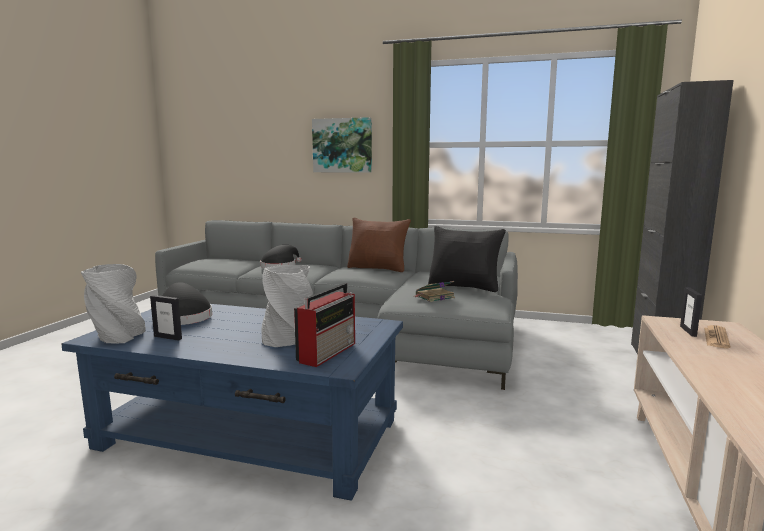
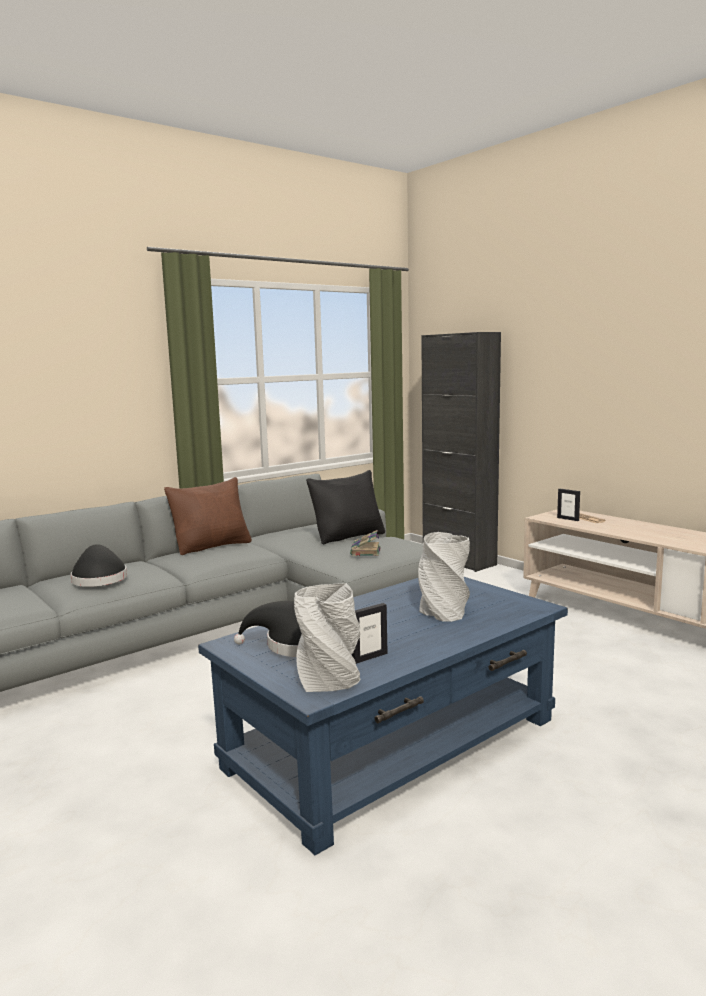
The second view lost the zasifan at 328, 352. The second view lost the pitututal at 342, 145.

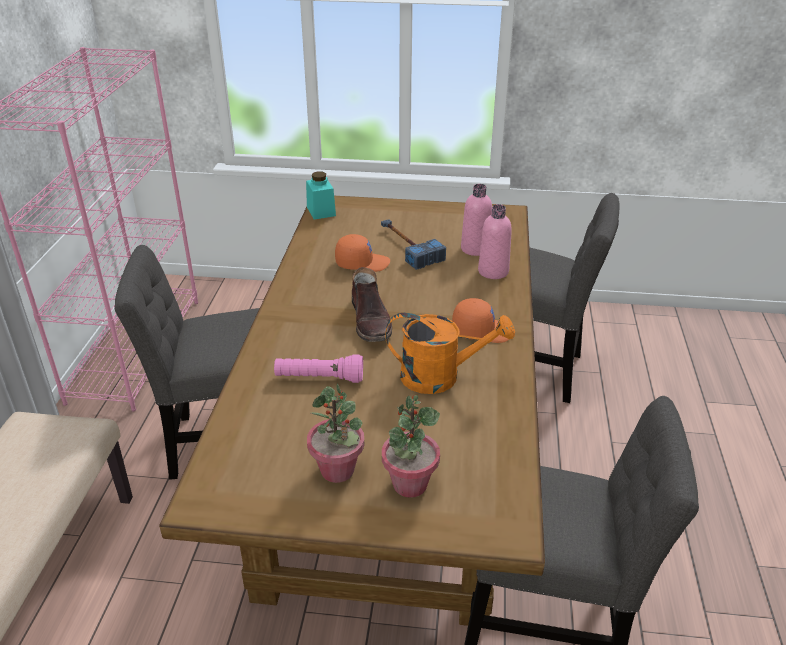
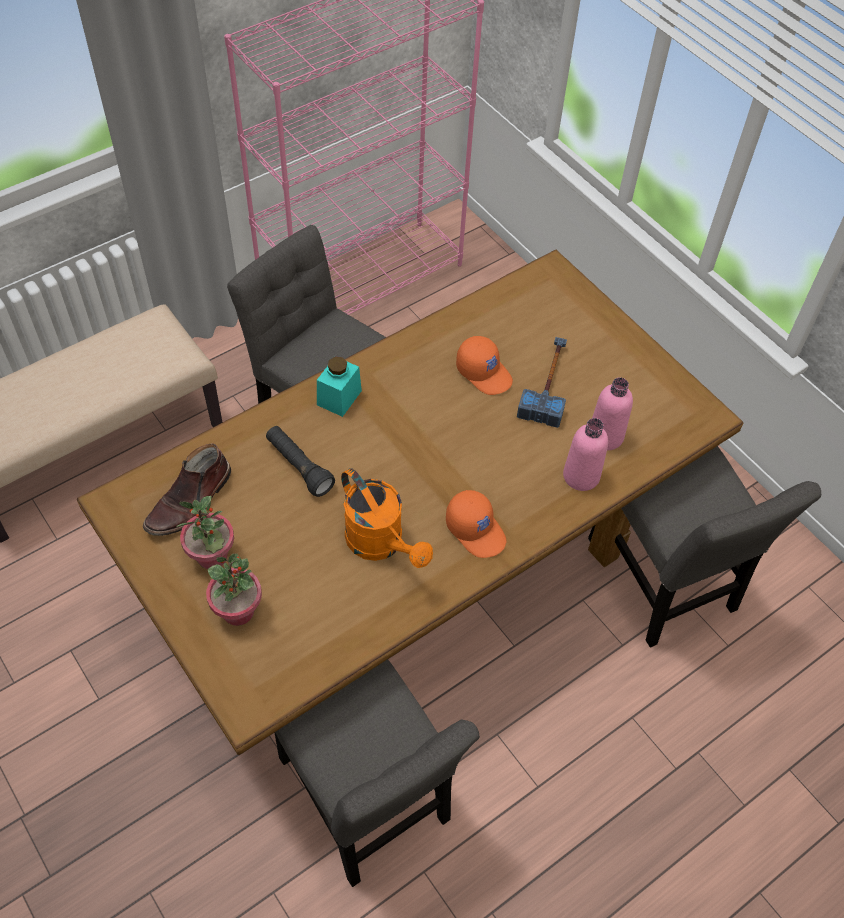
What was the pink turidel at 319, 378 turned into the black turidel at 299, 467. The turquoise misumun ended up elsewhere, having gone from 321, 211 to 339, 398. The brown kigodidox ended up elsewhere, having gone from 371, 321 to 190, 502.

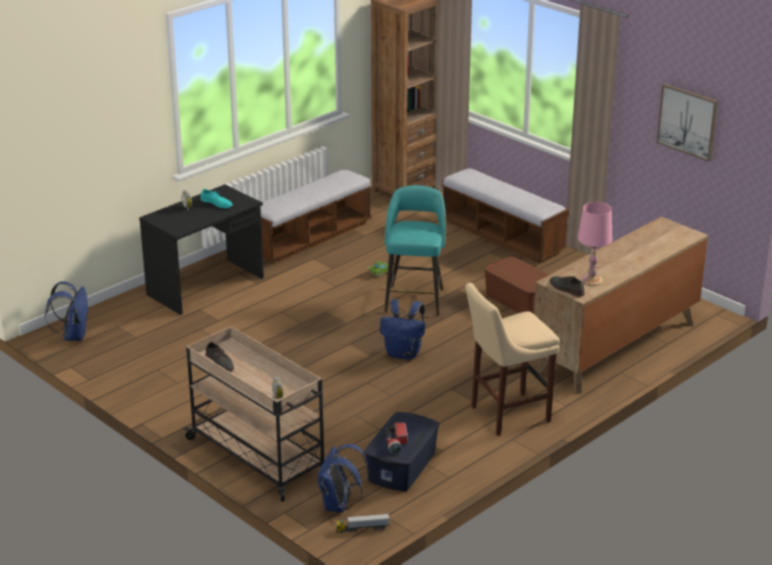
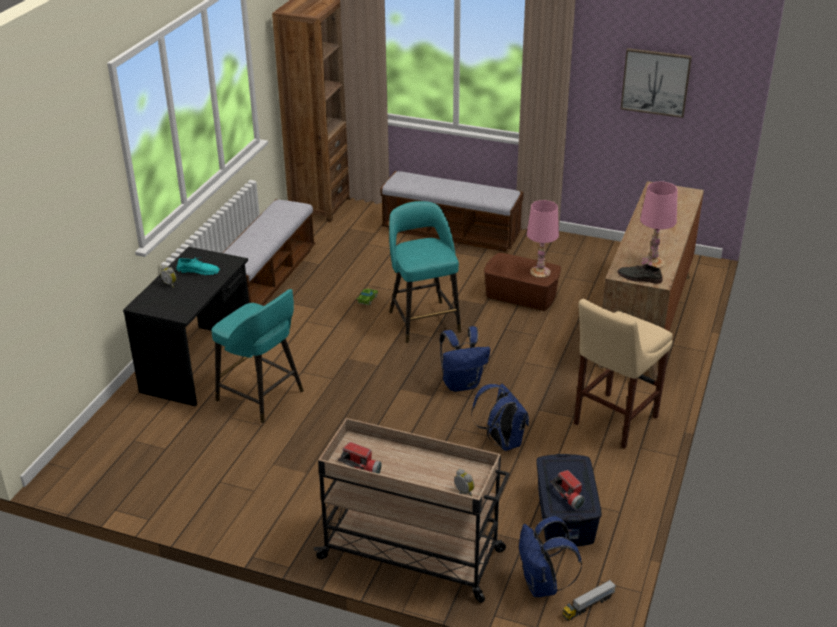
The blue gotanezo ended up elsewhere, having gone from 73, 336 to 502, 442. Where the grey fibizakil stood at 220, 362, the turidel came to stand at 362, 466. The second view gained the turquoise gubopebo at 262, 397. The second view gained the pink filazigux at 540, 272.

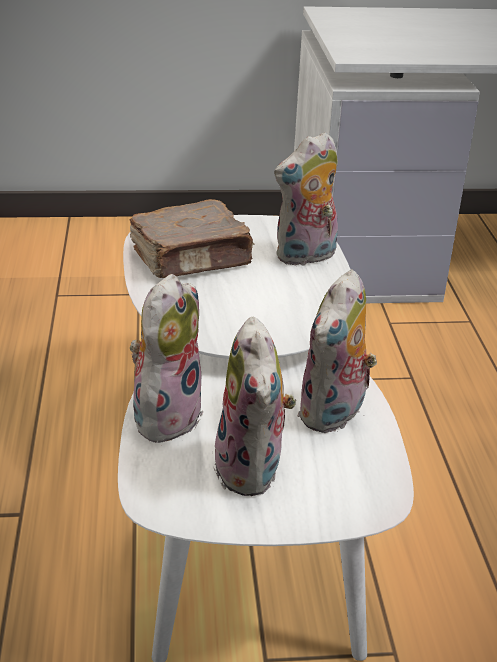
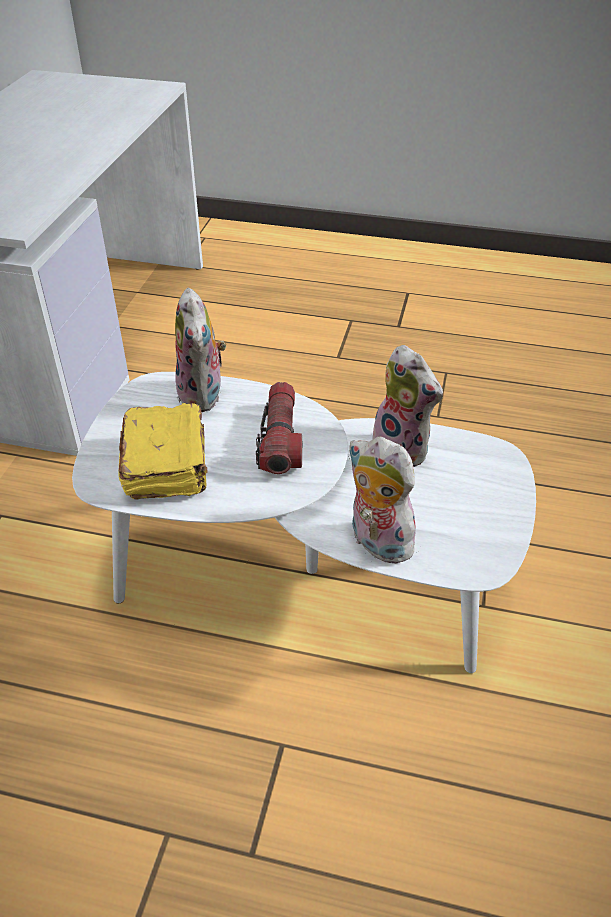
What was the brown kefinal at 192, 259 turned into the yellow kefinal at 167, 465. The second view lost the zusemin at 253, 470. The second view gained the turidel at 280, 439.

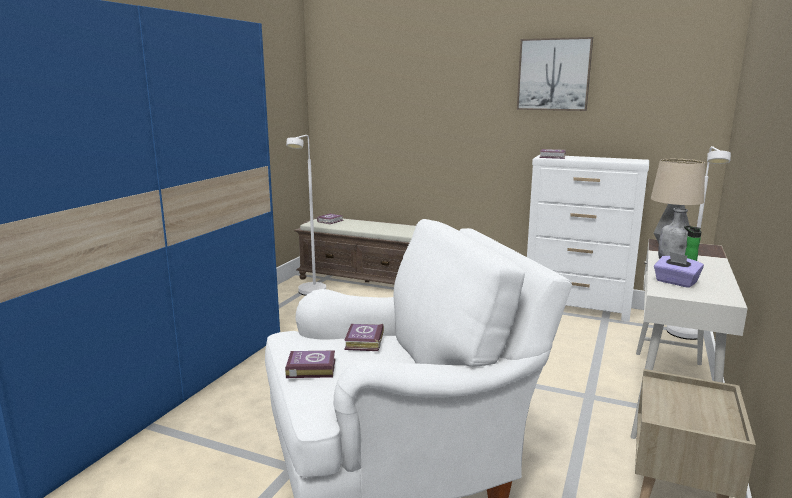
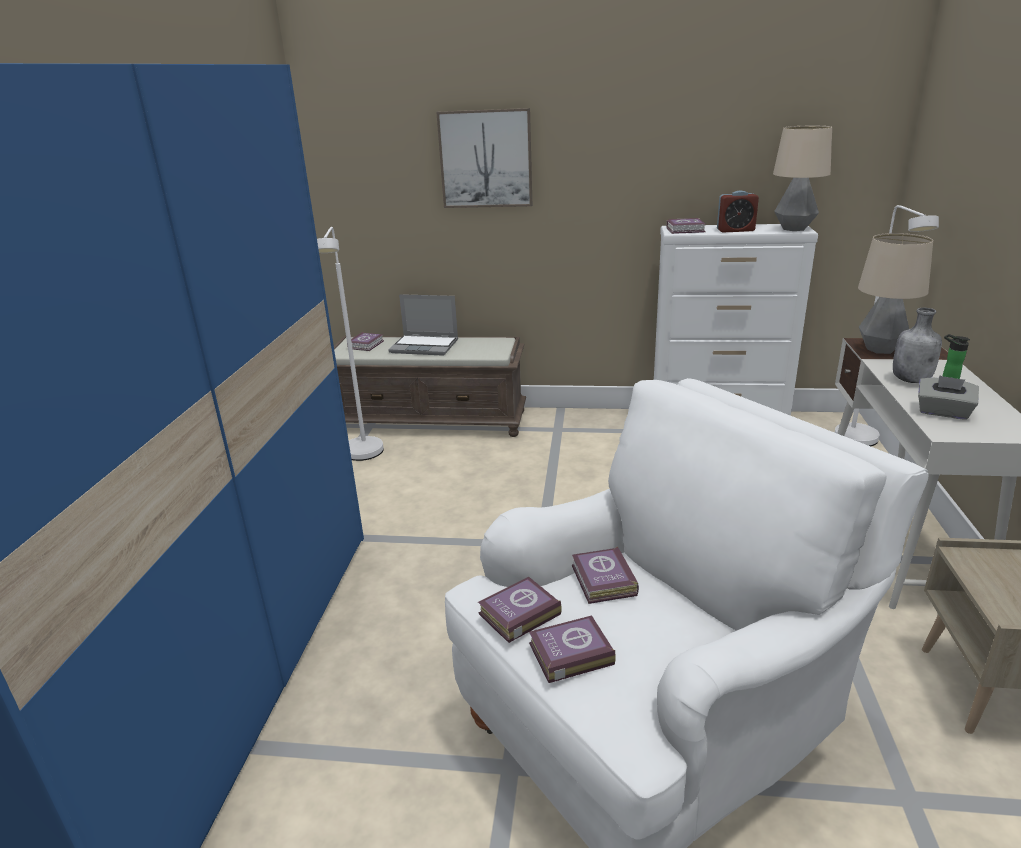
The pitututal ended up elsewhere, having gone from 553, 74 to 486, 159. What was the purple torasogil at 675, 282 turned into the grey torasogil at 943, 412. The second view gained the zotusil at 425, 346. The second view gained the kefinal at 517, 614. The second view gained the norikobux at 735, 230. The second view gained the filazigux at 793, 229.

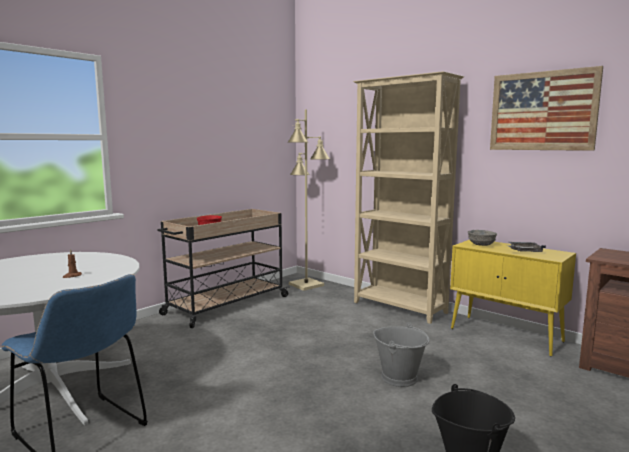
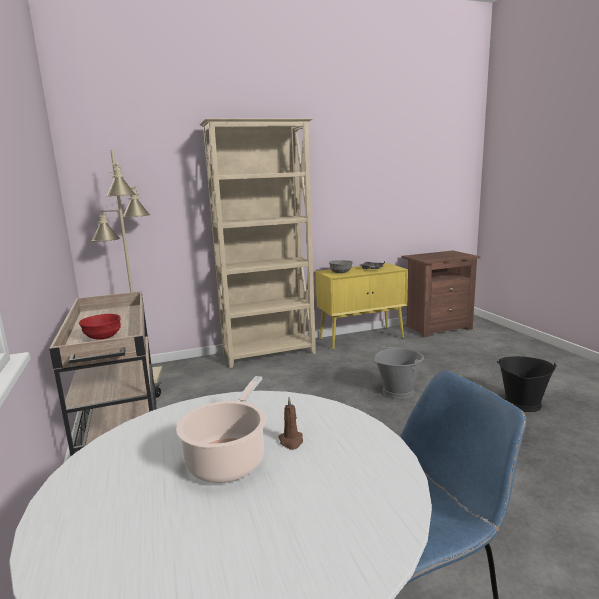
The second view lost the pitututal at 542, 111. The second view gained the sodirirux at 228, 459.

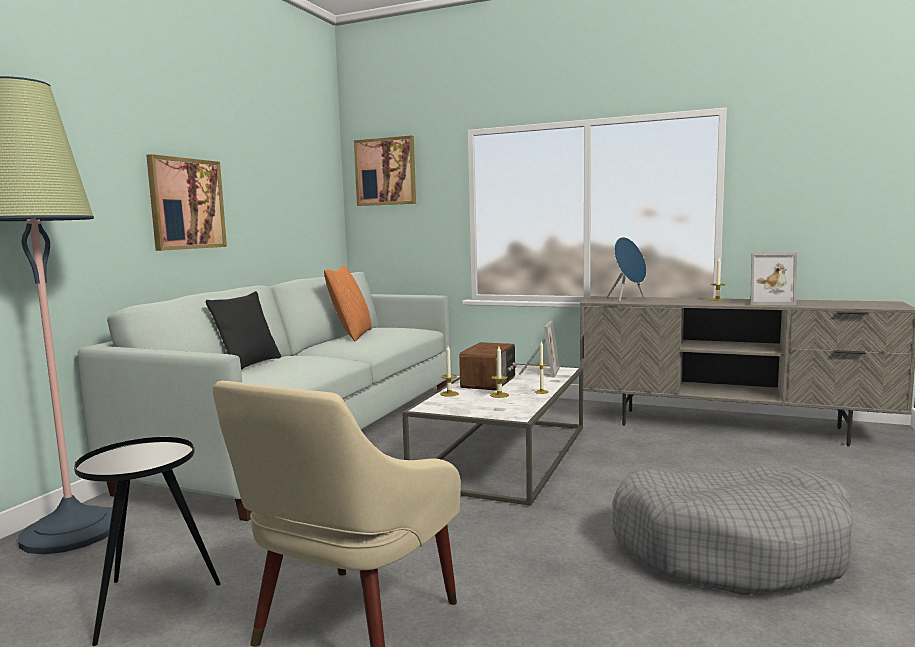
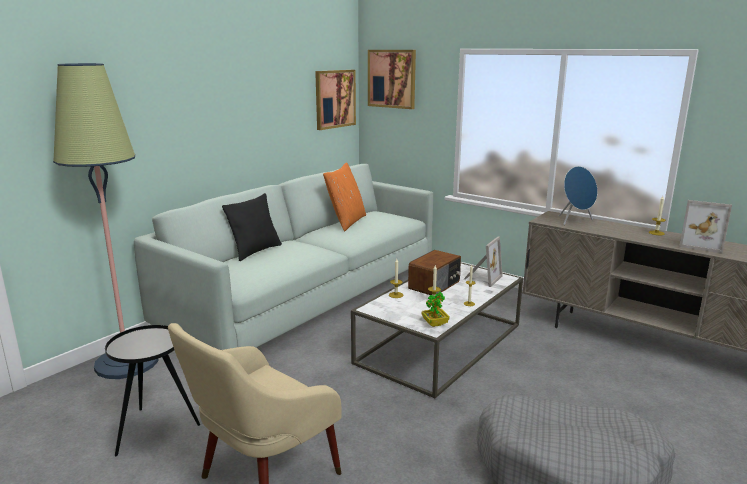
The pitututal ended up elsewhere, having gone from 186, 204 to 335, 99. The second view gained the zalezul at 435, 324.

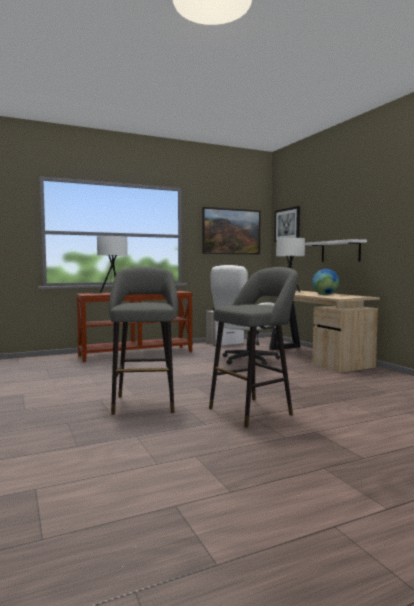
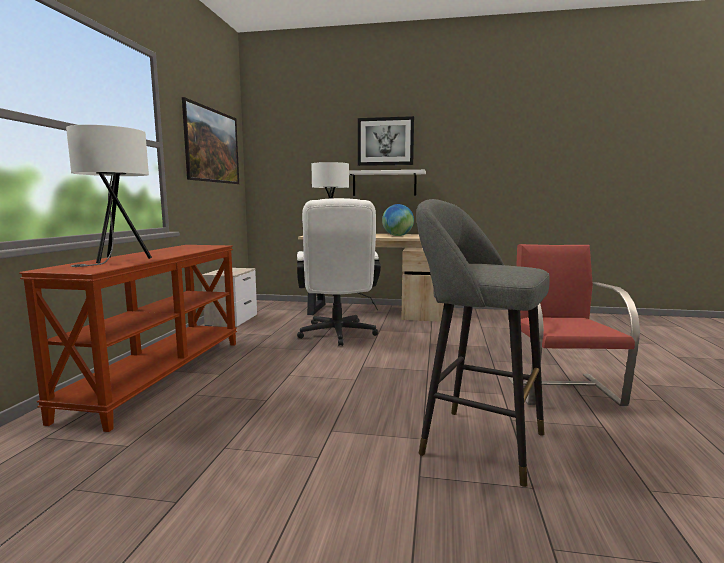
Where the grey gubopebo stood at 254, 411, the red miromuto came to stand at 561, 388. The pitututal ended up elsewhere, having gone from 287, 225 to 385, 141.

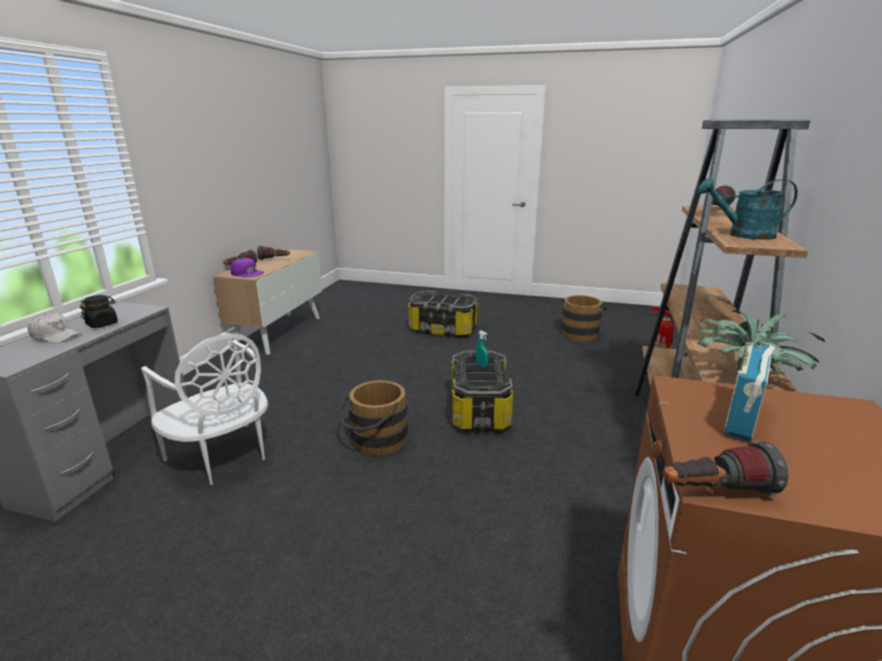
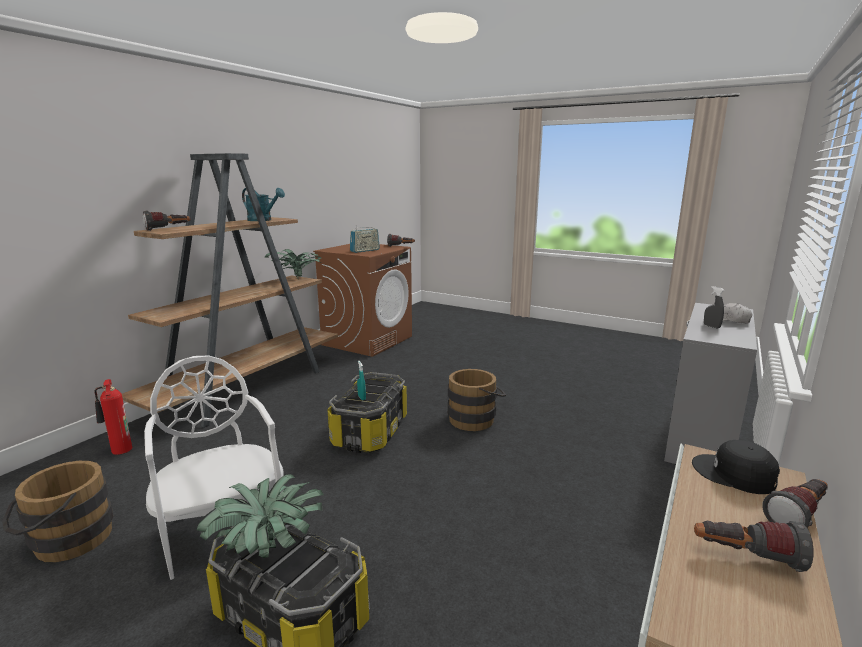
Where the black misumun stood at 102, 324, the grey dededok came to stand at 711, 326. The white miromuto ended up elsewhere, having gone from 222, 457 to 224, 529. What was the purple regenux at 247, 273 turned into the black regenux at 734, 474. The second view gained the zalezul at 267, 548.

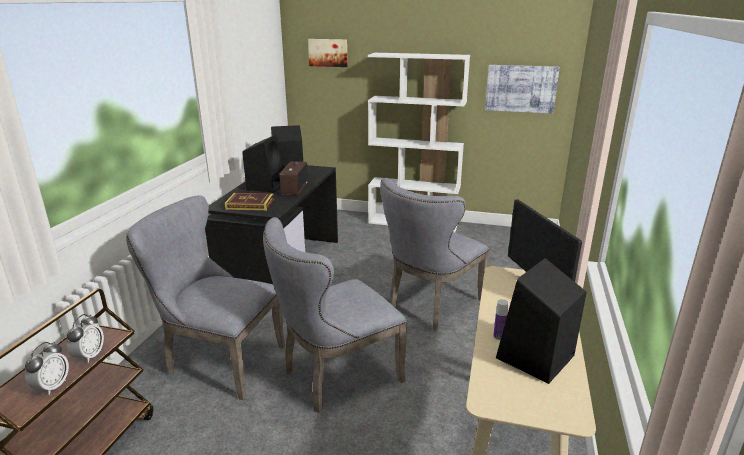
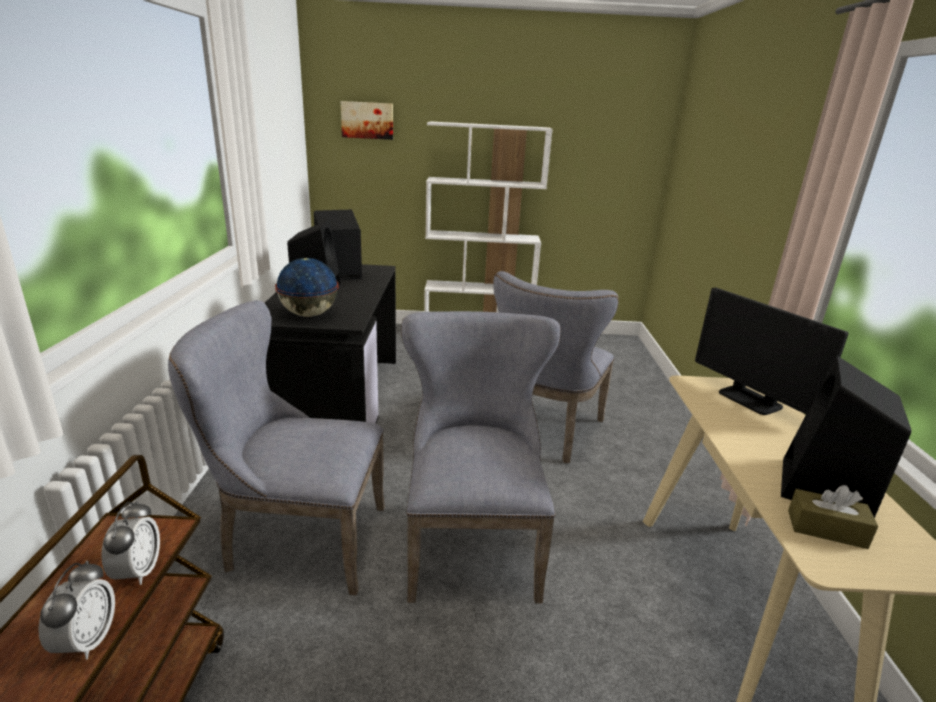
Where the kefinal stood at 250, 204, the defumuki came to stand at 309, 315. The grey miromuto at 335, 377 ended up facing another way, 135 degrees clockwise from before. The second view lost the zasifan at 294, 188. The second view lost the pitututal at 521, 88. The second view lost the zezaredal at 499, 336. The second view gained the brown torasogil at 826, 529.

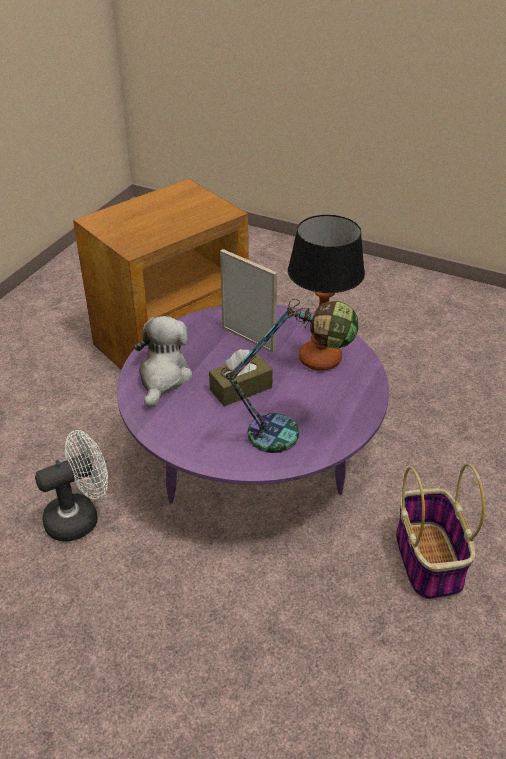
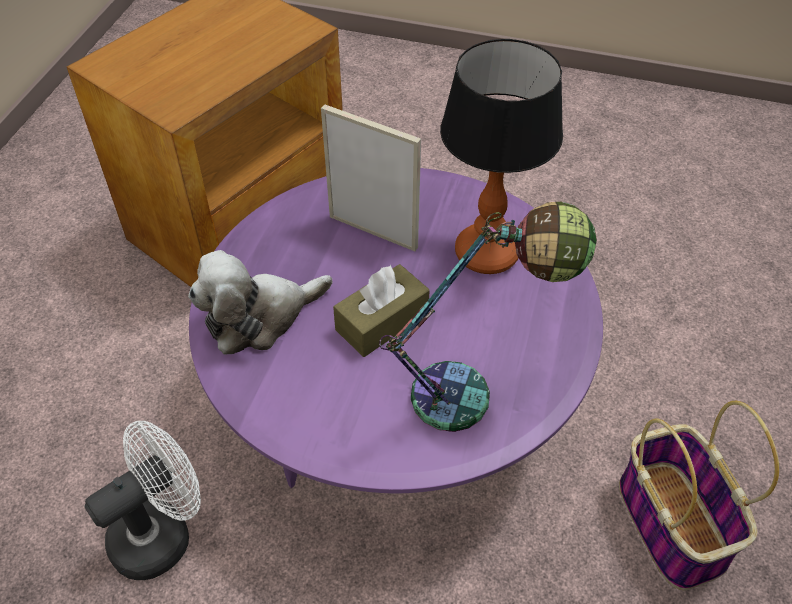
The zusemin at 163, 377 ended up facing another way, 120 degrees counterclockwise from before.

